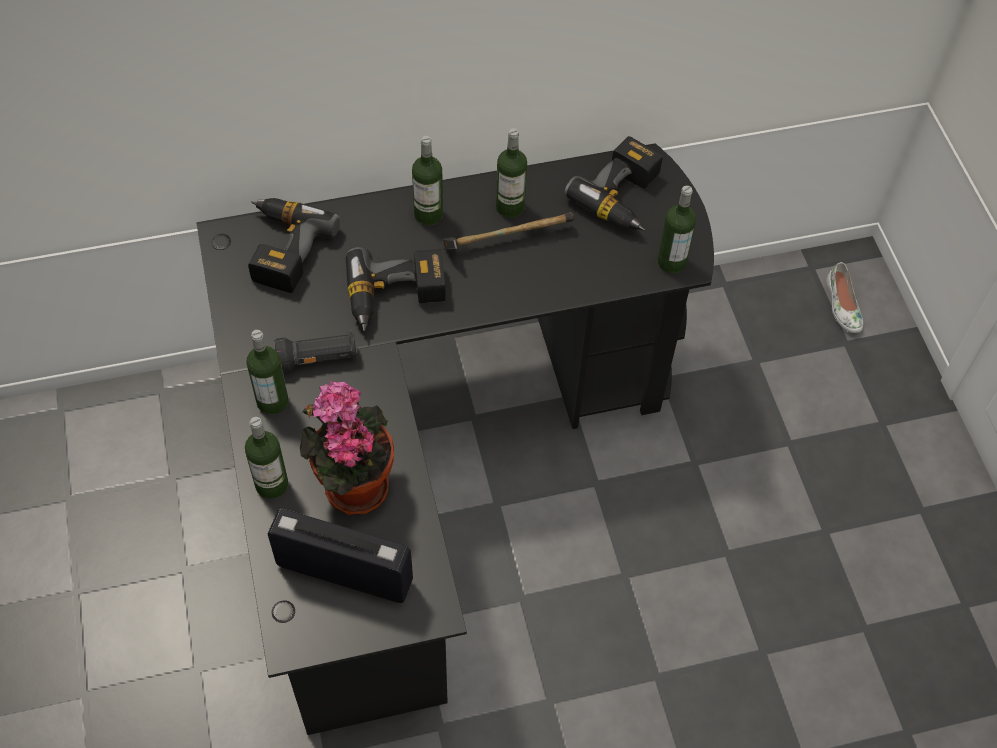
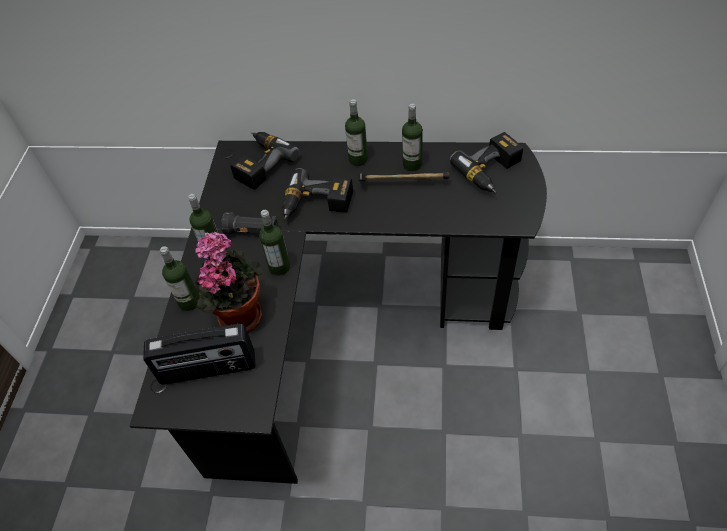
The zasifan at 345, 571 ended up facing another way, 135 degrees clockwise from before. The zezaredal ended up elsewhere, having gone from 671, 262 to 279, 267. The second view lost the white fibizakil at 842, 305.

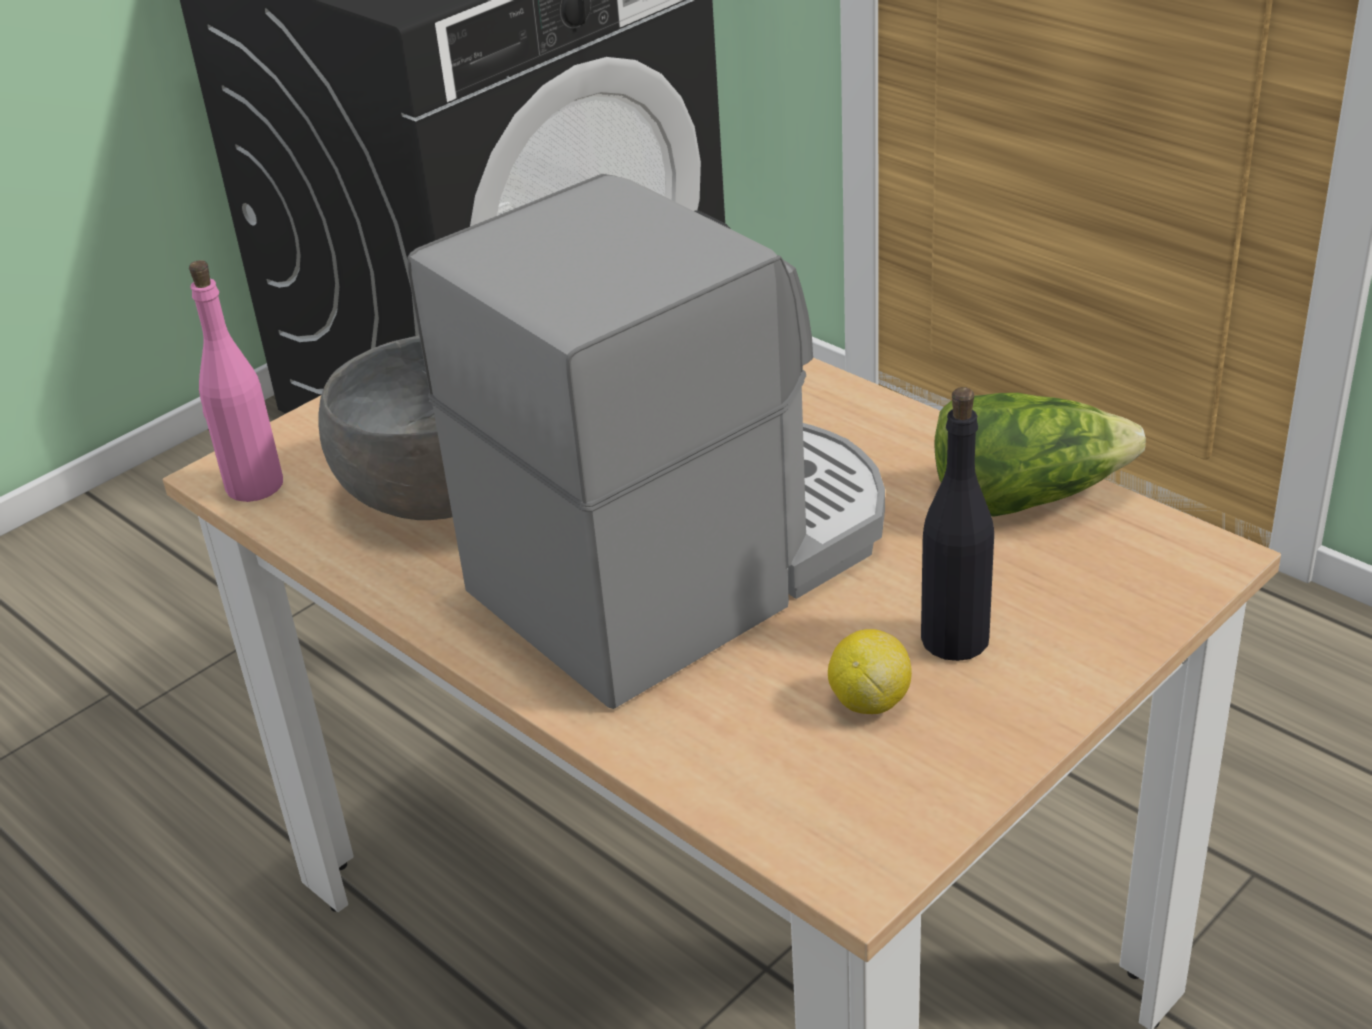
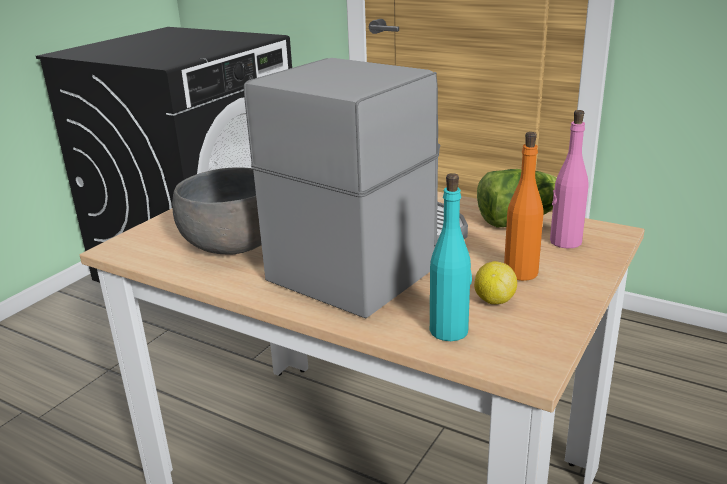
The pink zezaredal ended up elsewhere, having gone from 253, 485 to 565, 242. What was the black zezaredal at 955, 639 turned into the orange zezaredal at 521, 272. The second view gained the turquoise zezaredal at 449, 331.

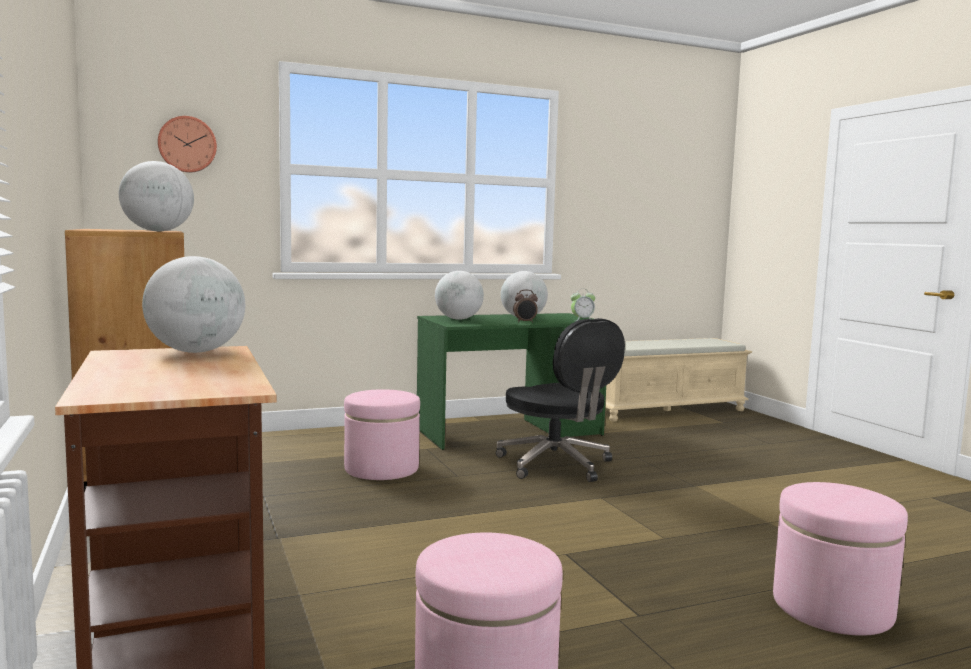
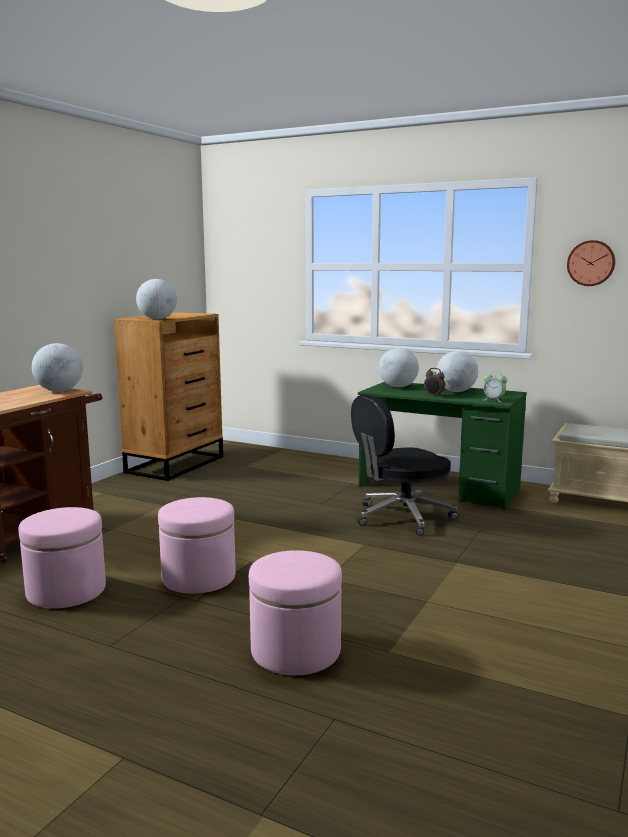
The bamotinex ended up elsewhere, having gone from 187, 144 to 591, 263. The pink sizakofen ended up elsewhere, having gone from 381, 469 to 199, 577. The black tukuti at 556, 465 ended up facing another way, 45 degrees clockwise from before.

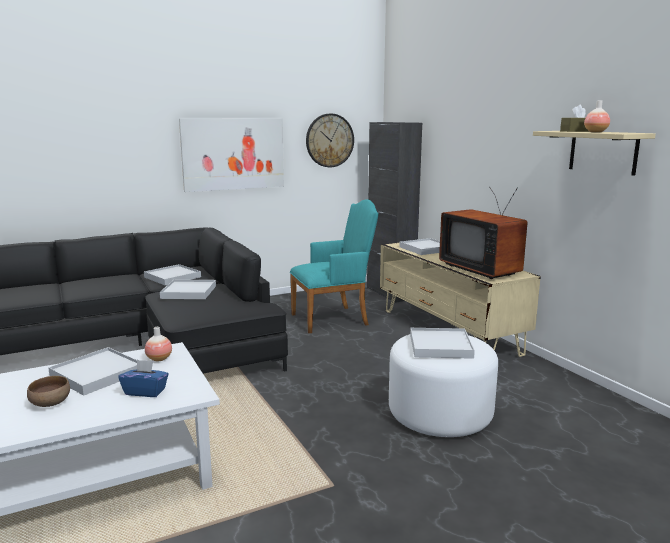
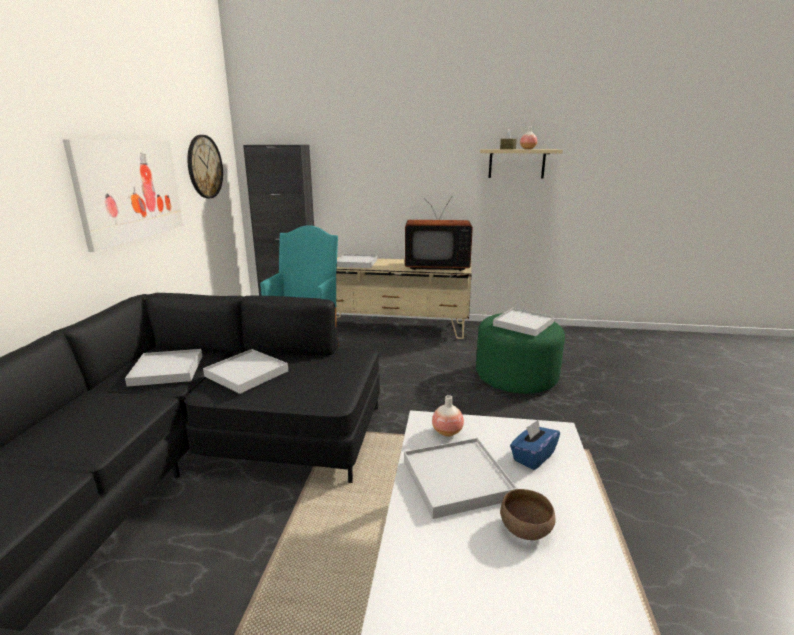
What was the white sizakofen at 439, 413 turned into the green sizakofen at 516, 377.

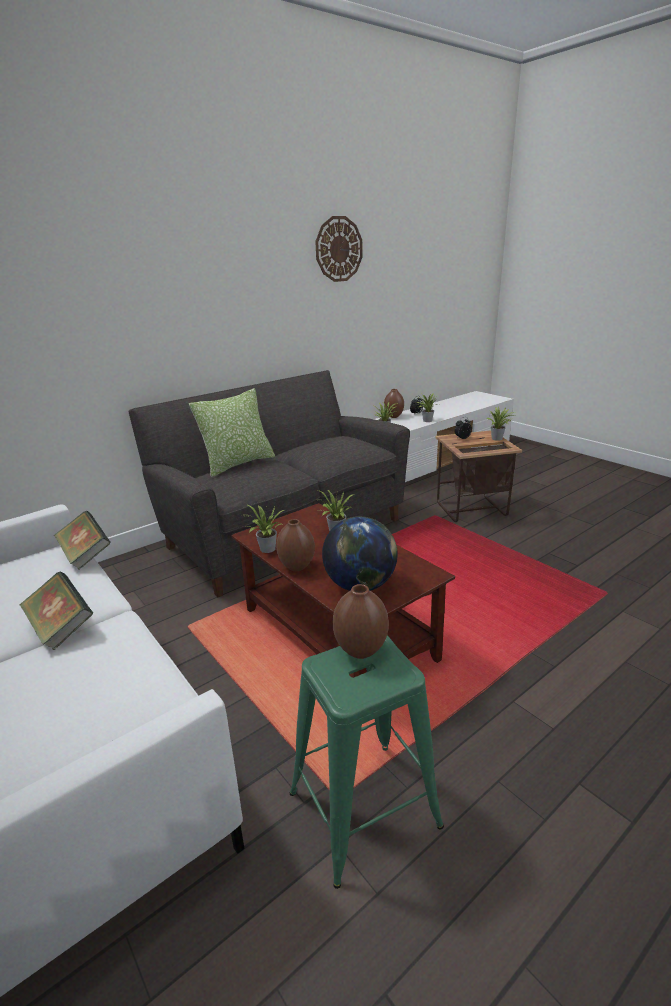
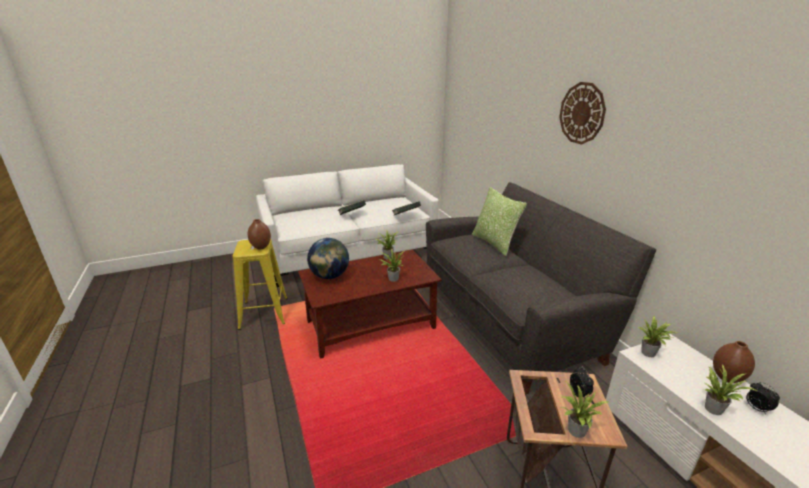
The second view lost the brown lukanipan at 296, 567. What was the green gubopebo at 364, 809 turned into the yellow gubopebo at 264, 313. The bamotinex ended up elsewhere, having gone from 338, 249 to 582, 113.

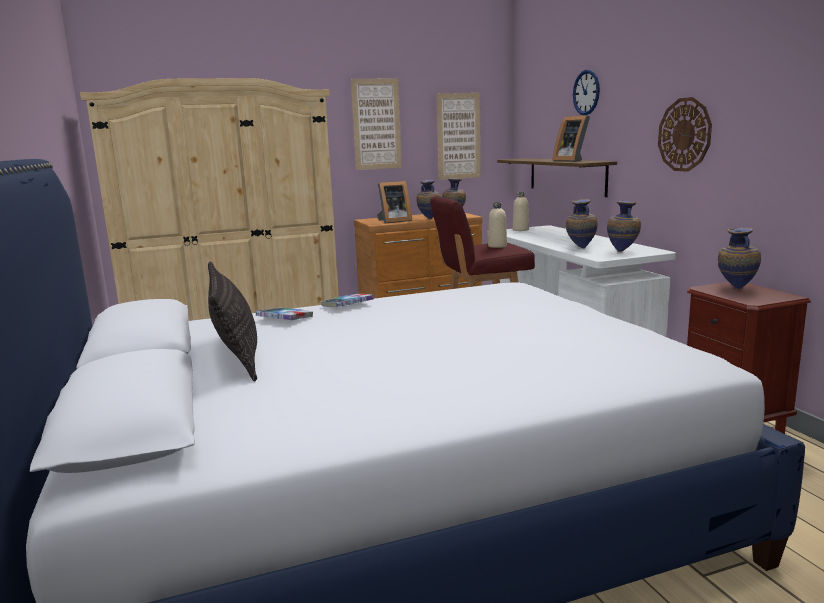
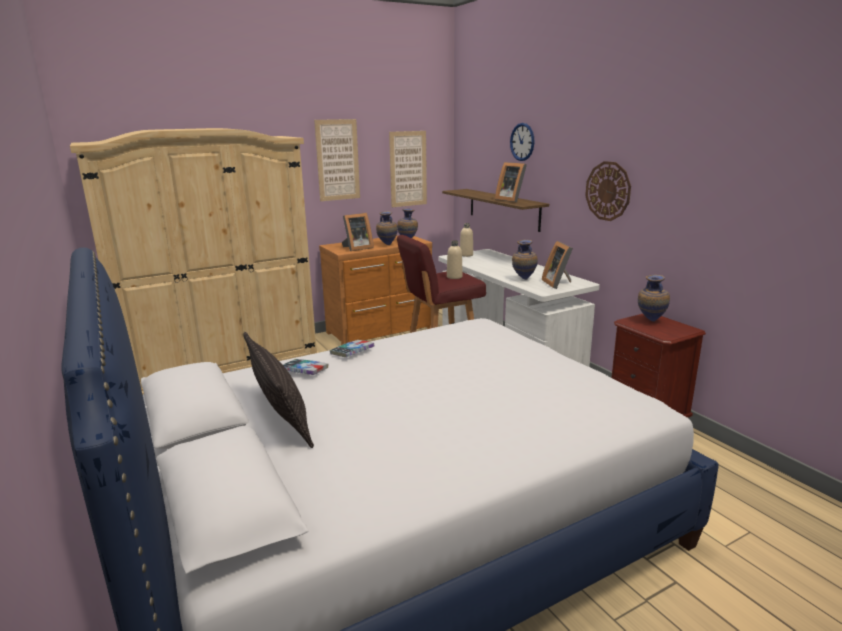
Where the lukanipan stood at 623, 251, the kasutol came to stand at 558, 283.

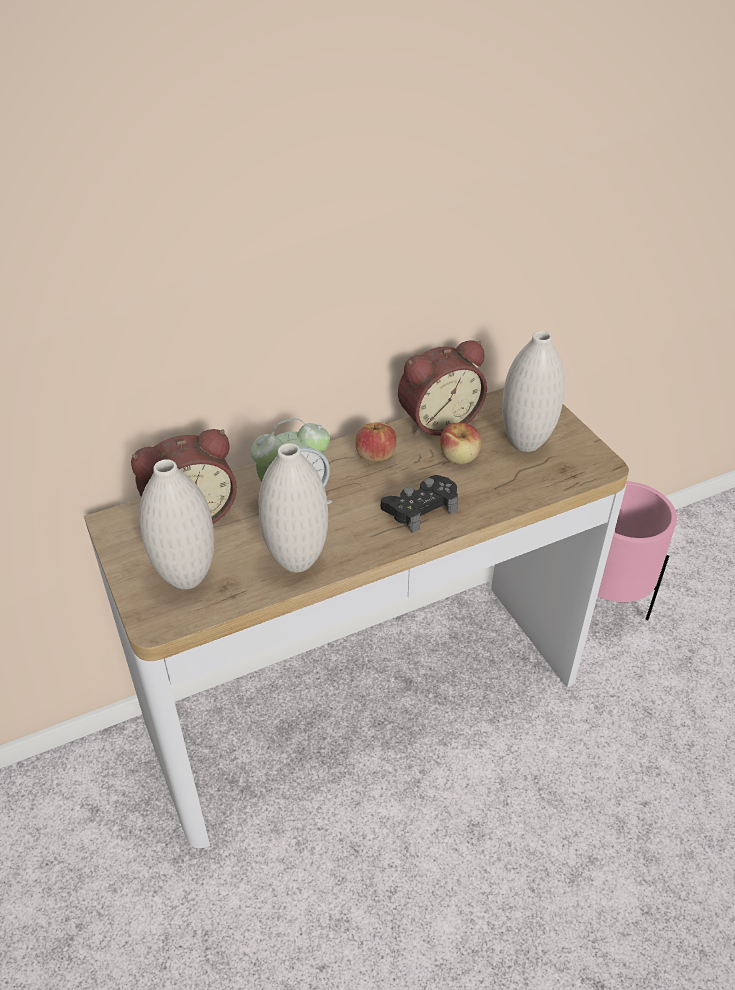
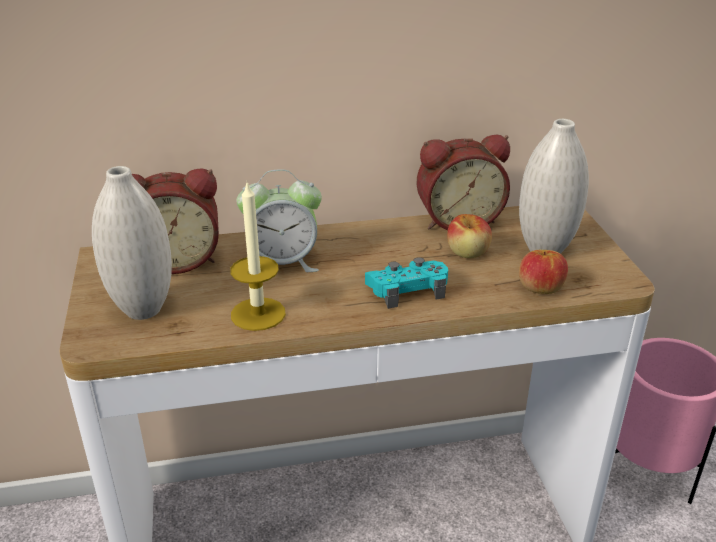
Where the white lukanipan stood at 297, 561, the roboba came to stand at 258, 314. The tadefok ended up elsewhere, having gone from 375, 455 to 540, 288. What was the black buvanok at 420, 508 turned into the turquoise buvanok at 407, 289.

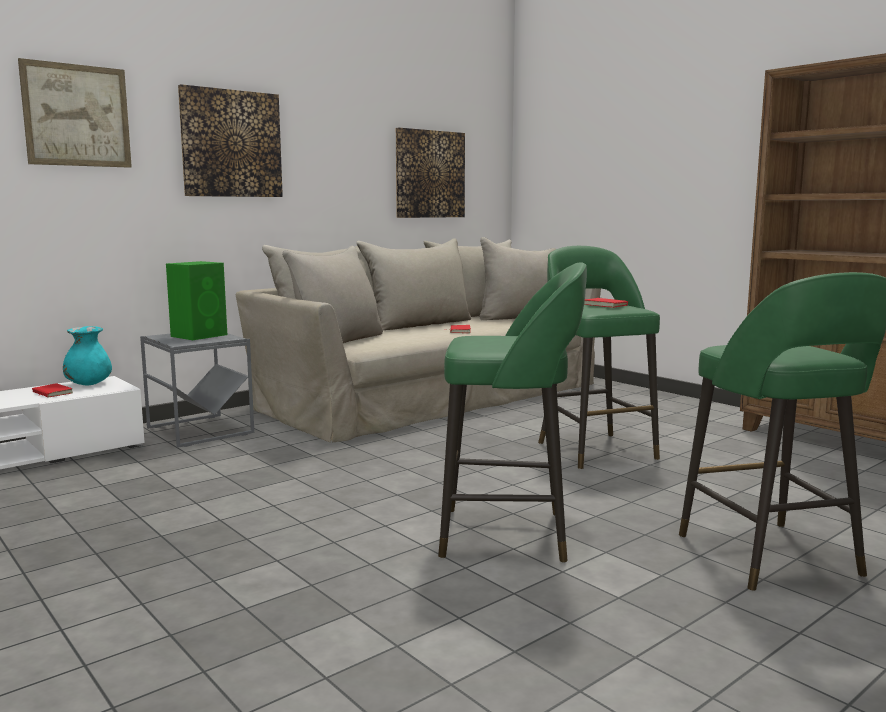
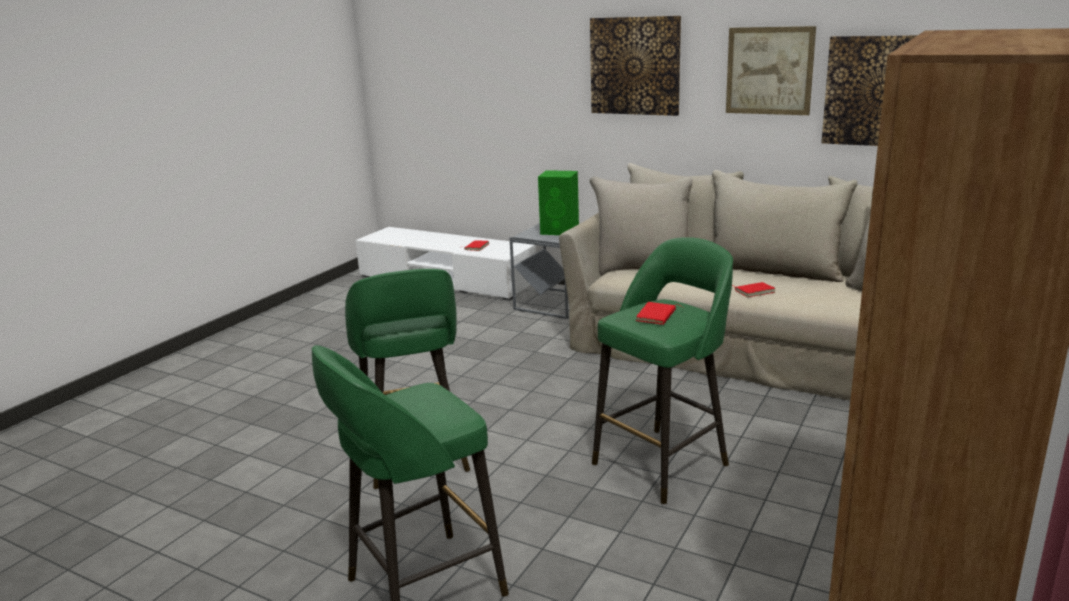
The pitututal ended up elsewhere, having gone from 77, 115 to 769, 71. The second view lost the turquoise lukanipan at 88, 384.

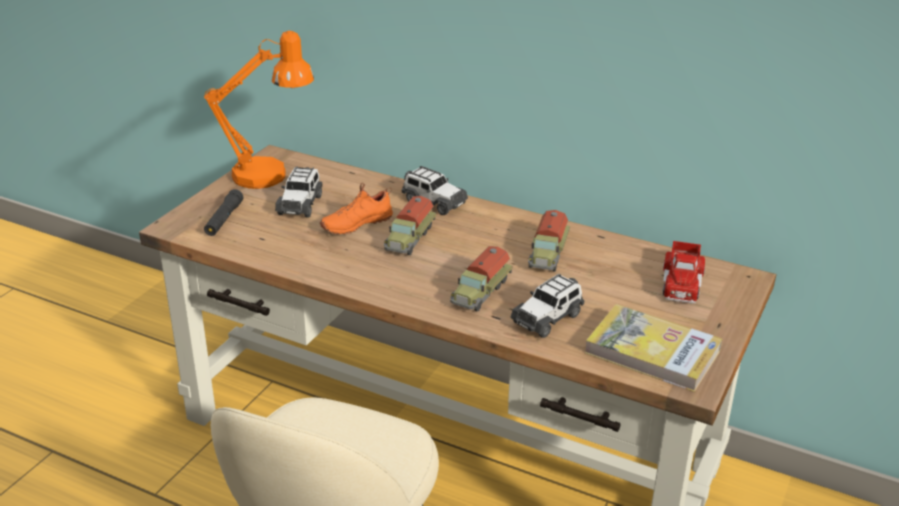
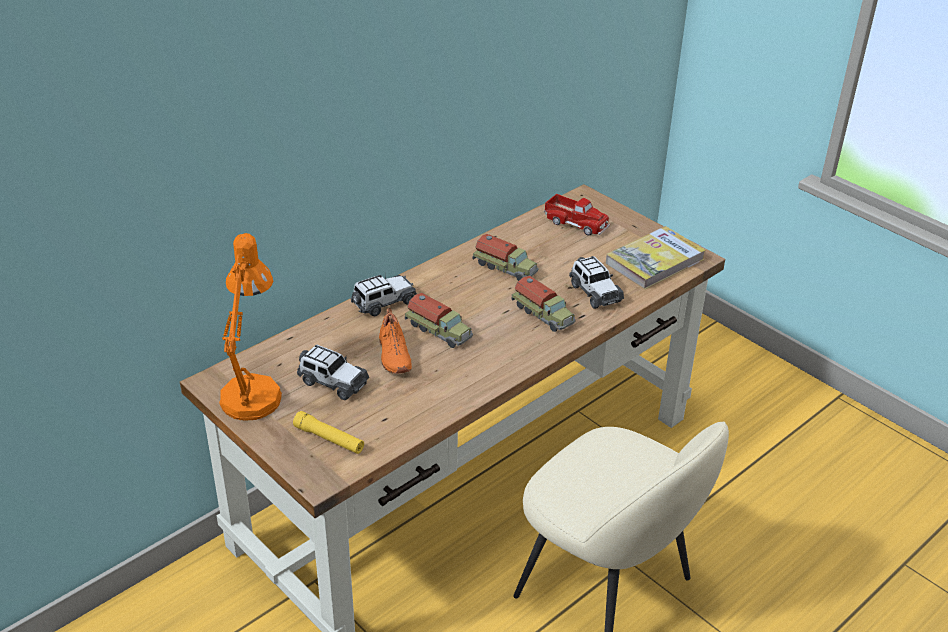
What was the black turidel at 224, 219 turned into the yellow turidel at 329, 439.

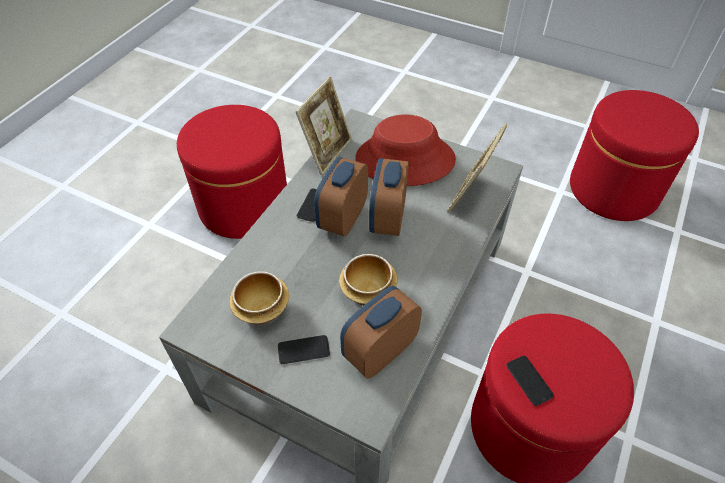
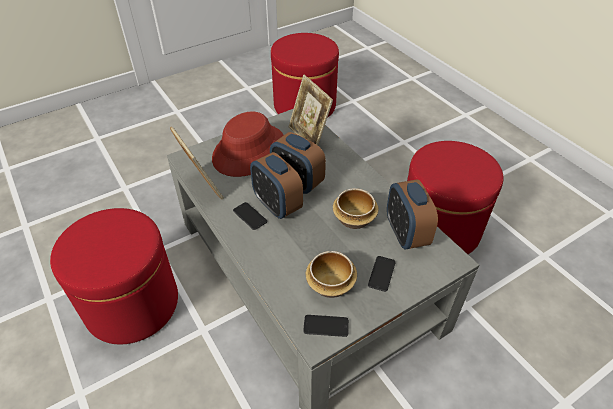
The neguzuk ended up elsewhere, having gone from 529, 380 to 326, 326.

